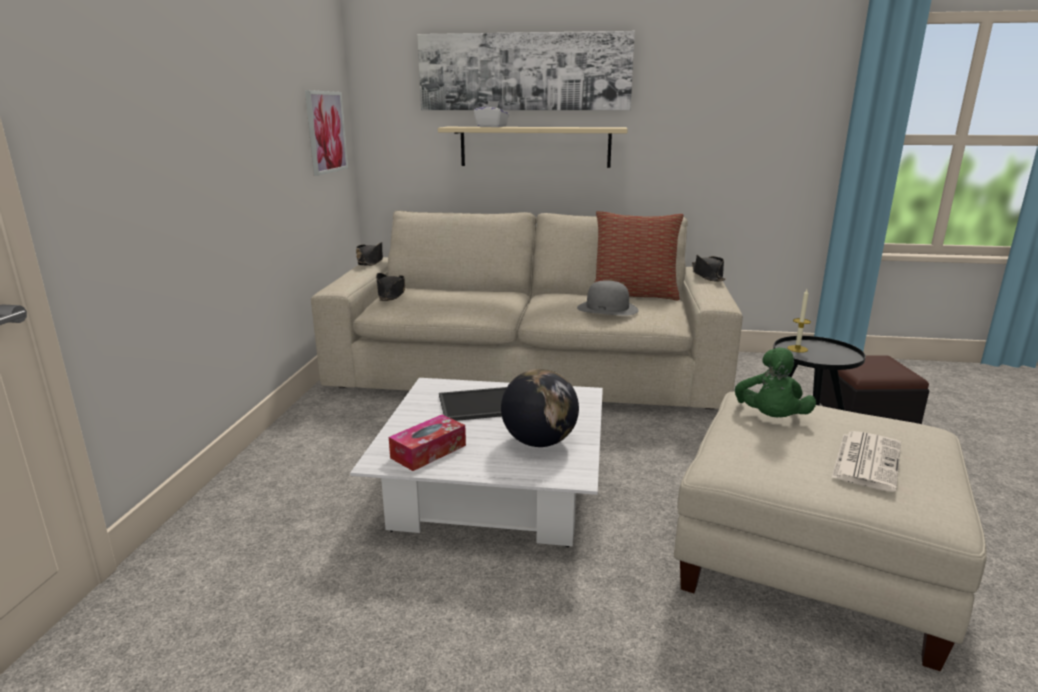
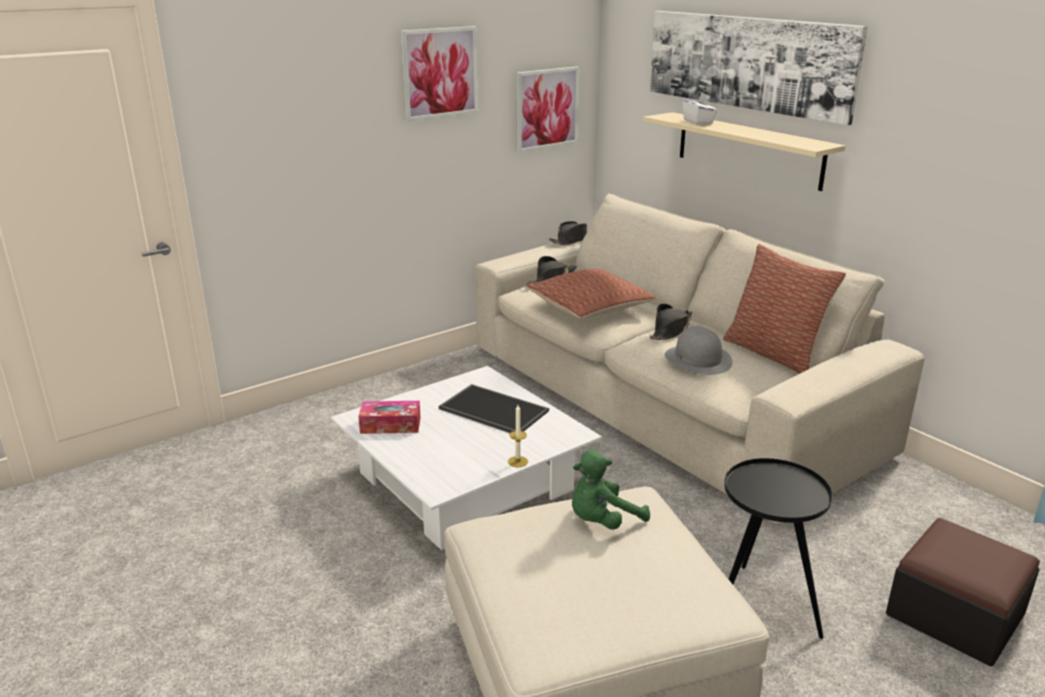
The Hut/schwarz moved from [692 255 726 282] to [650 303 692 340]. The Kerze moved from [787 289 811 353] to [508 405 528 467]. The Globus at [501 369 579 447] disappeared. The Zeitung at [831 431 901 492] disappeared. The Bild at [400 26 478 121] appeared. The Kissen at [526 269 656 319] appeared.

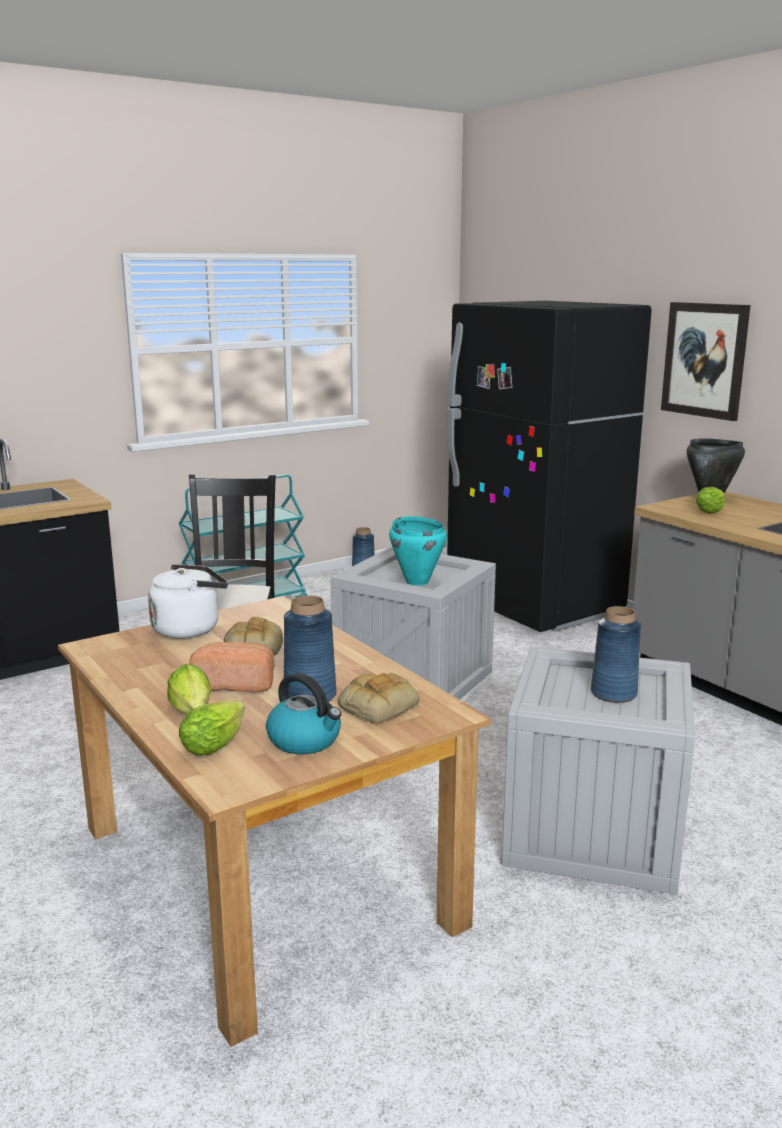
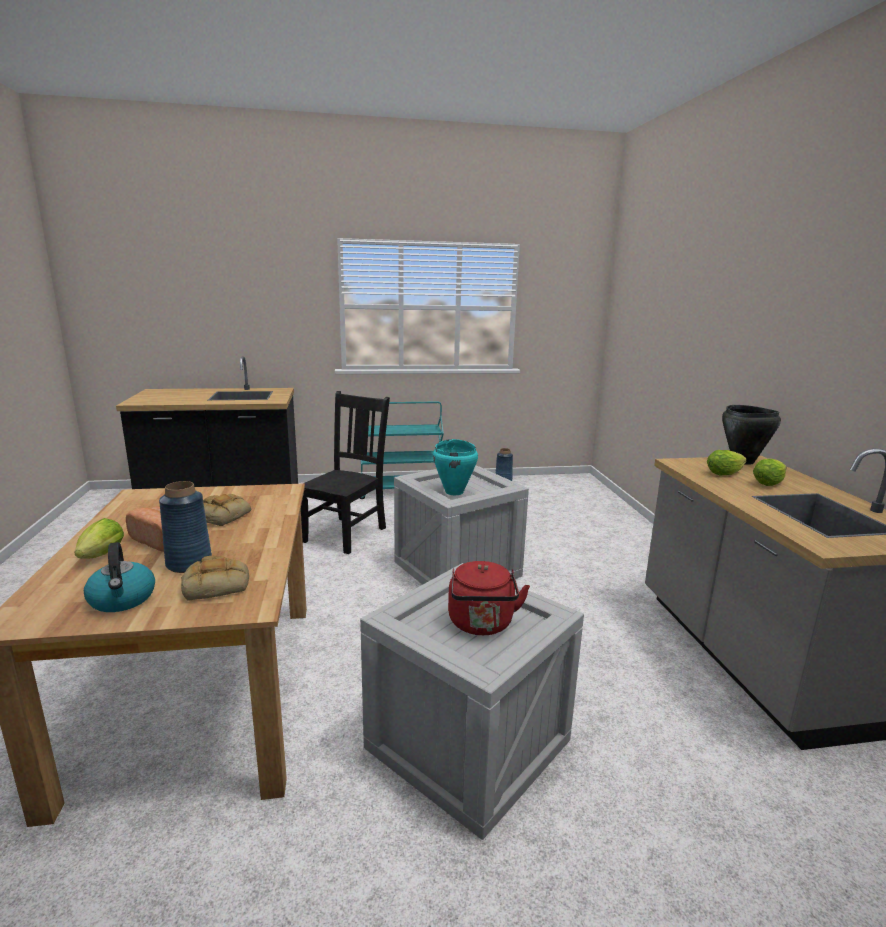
The Kühlschrank/schwarz at [447 301 652 632] disappeared. The Bild at [661 302 751 421] disappeared. The Wasserkessel/weiß at [148 564 228 639] disappeared. The Vase/blau at [591 606 641 703] was replaced by the Wasserkessel/rot at [448 561 530 635]. The Salatkopf moved from [179 701 245 756] to [753 459 786 486].

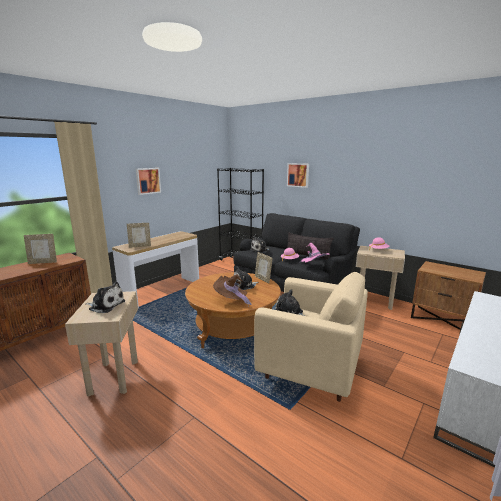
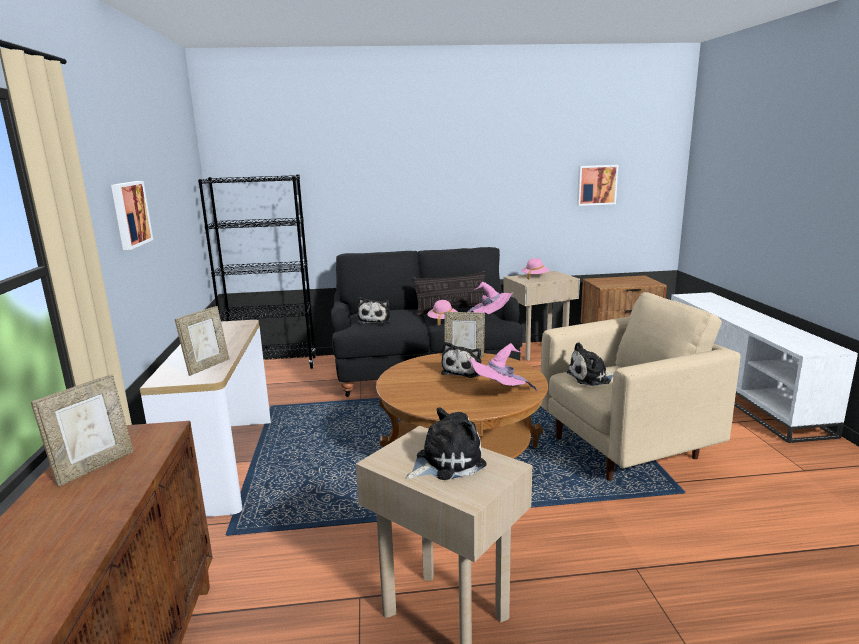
The Bild moved from [287 163 309 188] to [577 165 618 206]. The Hut/braun at [213 274 252 307] became the Hut/rosa at [469 343 537 391].

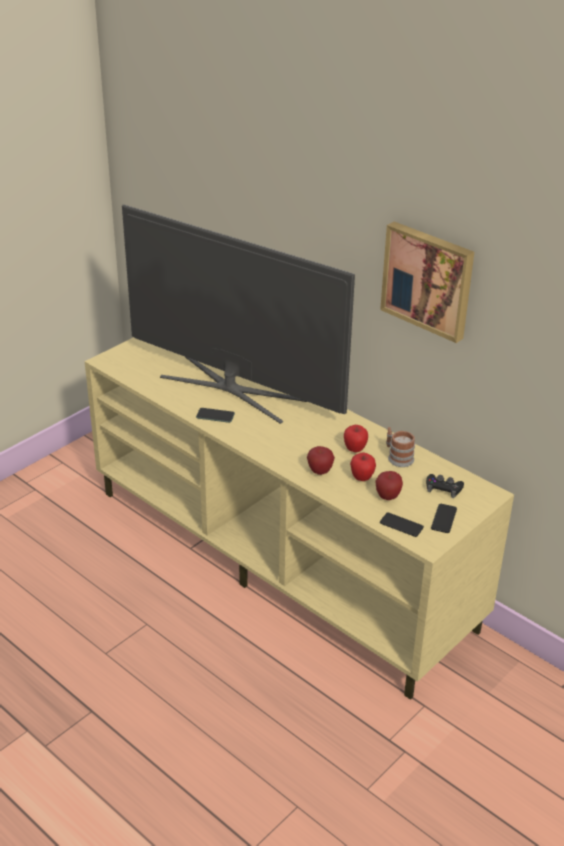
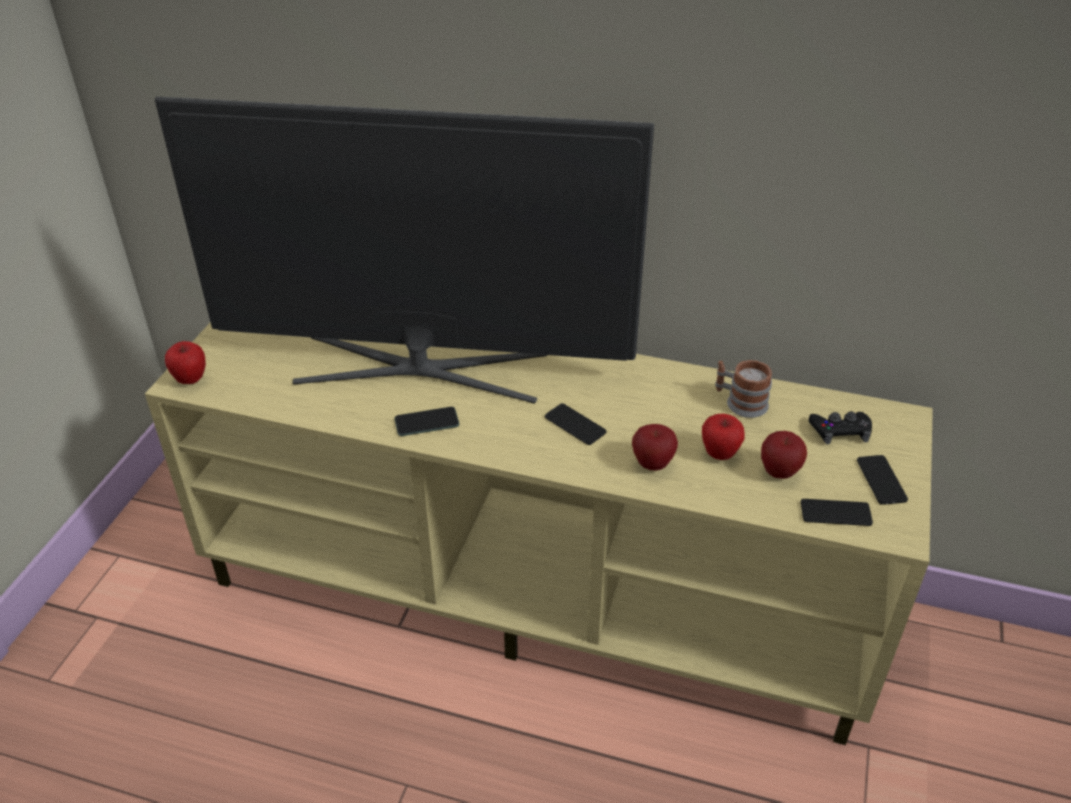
The Bild at [380 222 474 343] disappeared. The Apfel moved from [344 425 368 452] to [165 341 206 384]. The Handy at [545 403 606 445] appeared.

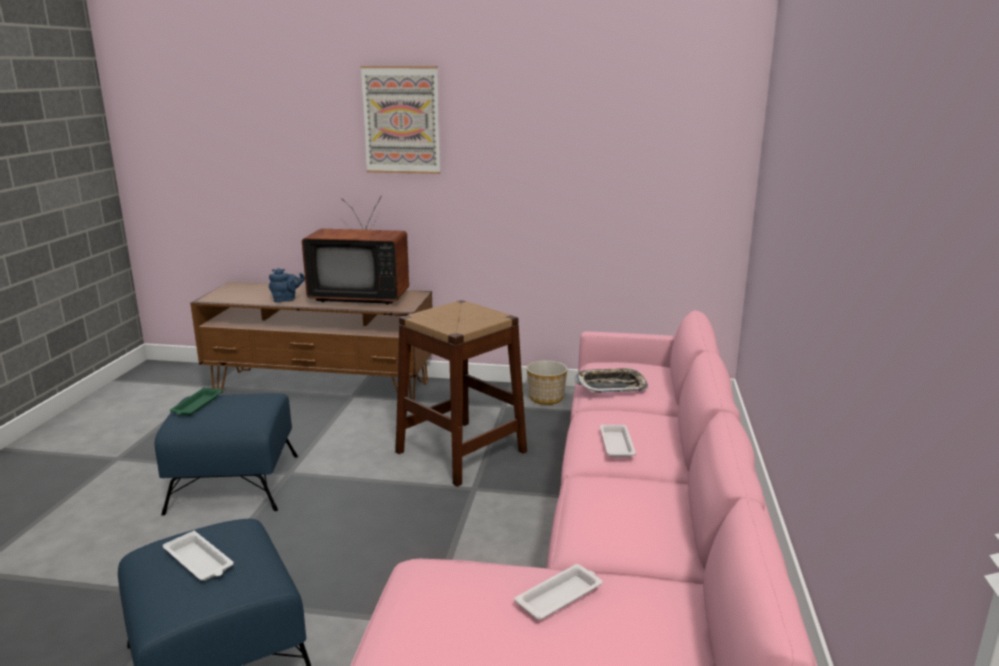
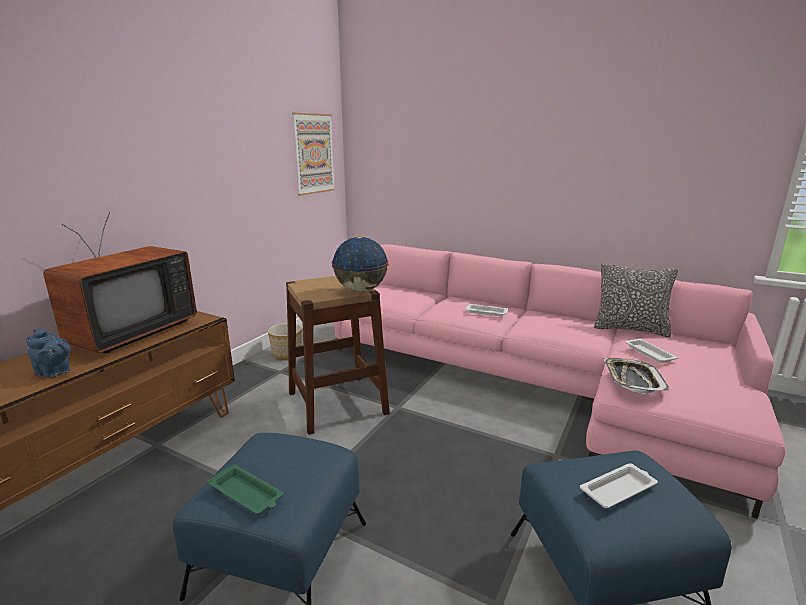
The Bild moved from [360 66 440 174] to [292 113 335 196]. The Teekanne/blau at [269 268 305 302] turned 105 degrees clockwise. The Tablett moved from [574 368 648 392] to [604 358 669 394]. The Globus at [331 237 389 292] appeared. The Kissen at [594 263 678 337] appeared.

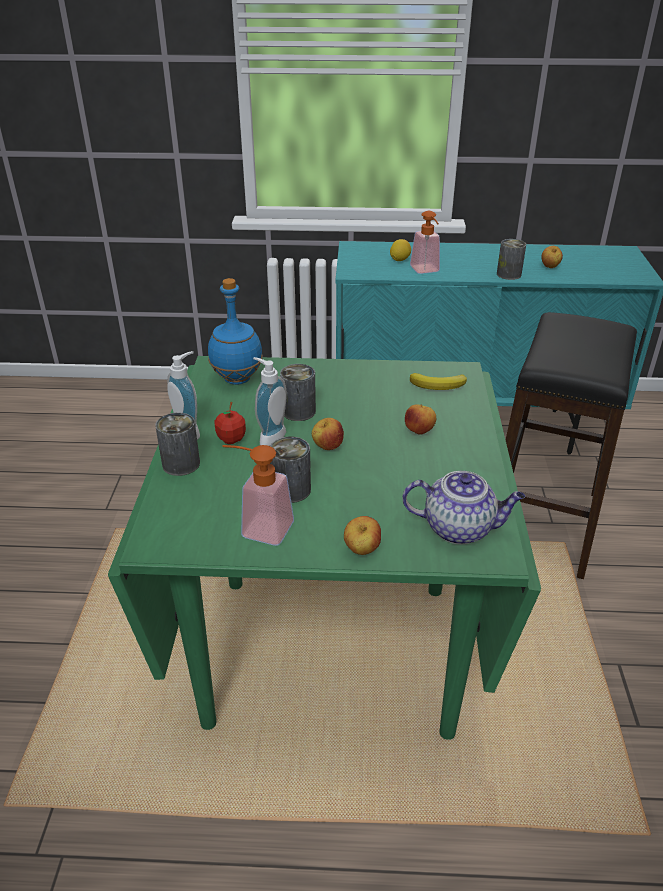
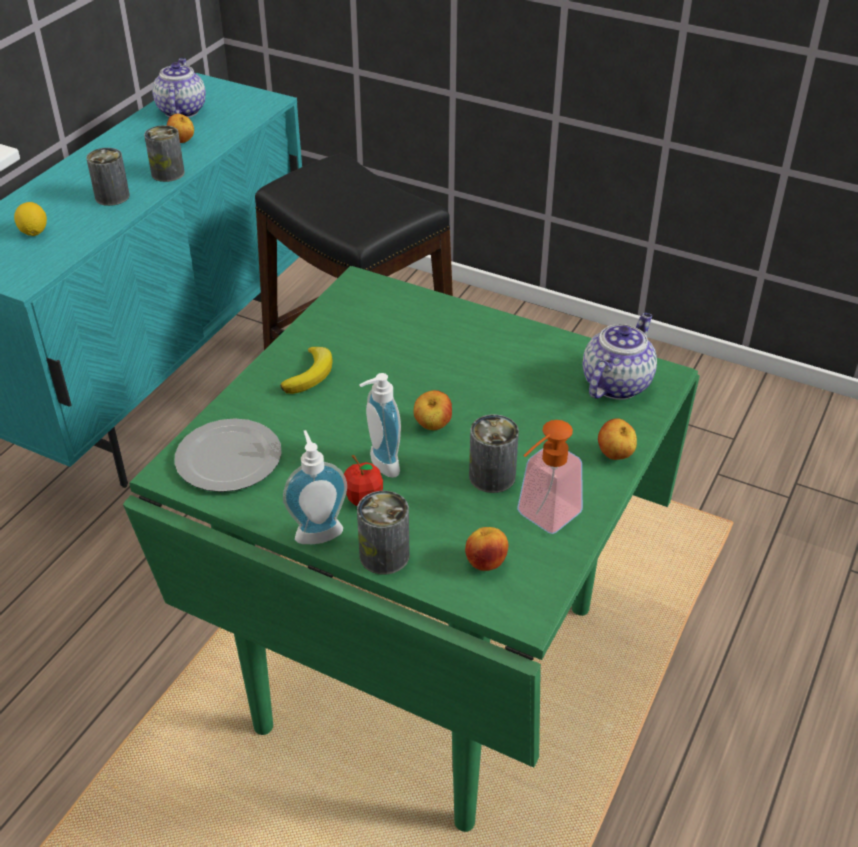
The Seifenspender at [410 211 440 274] disappeared. The Flasche/blau at [208 278 263 385] was replaced by the Teller at [174 418 281 492]. The Dose moved from [280 364 316 421] to [86 148 130 206]. The Banane moved from [410 373 467 390] to [280 347 333 394]. The Apfel moved from [405 404 436 435] to [465 527 508 571]. The Teekanne at [152 58 206 118] appeared.

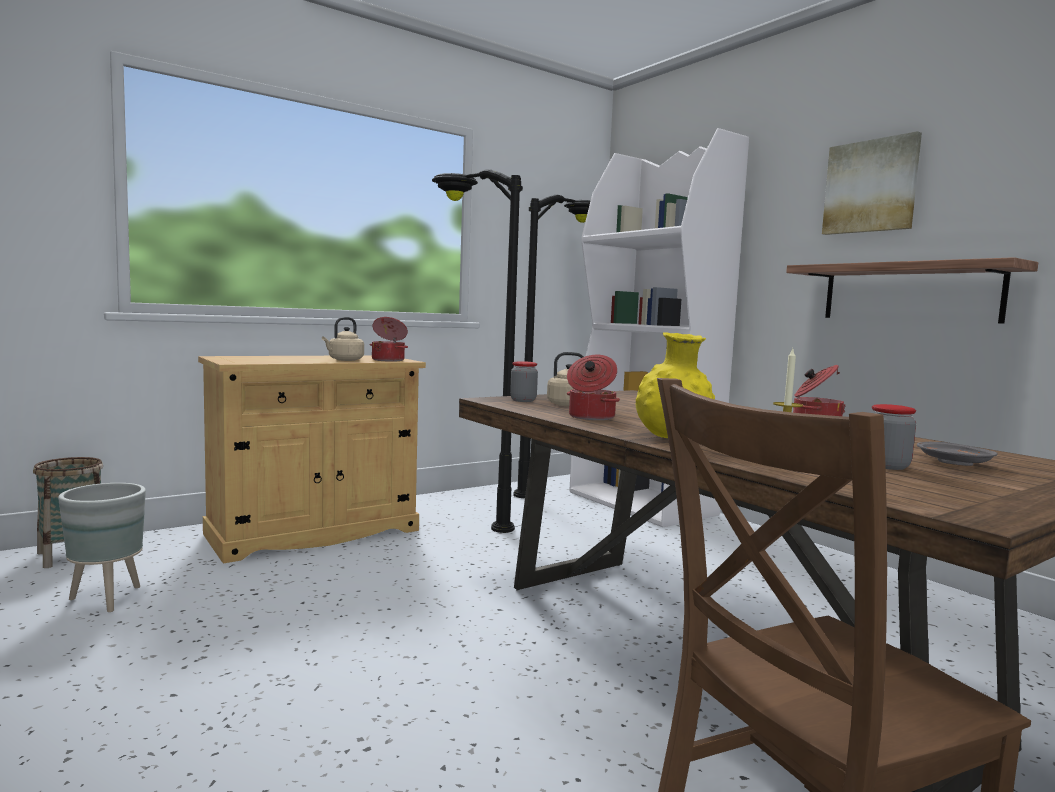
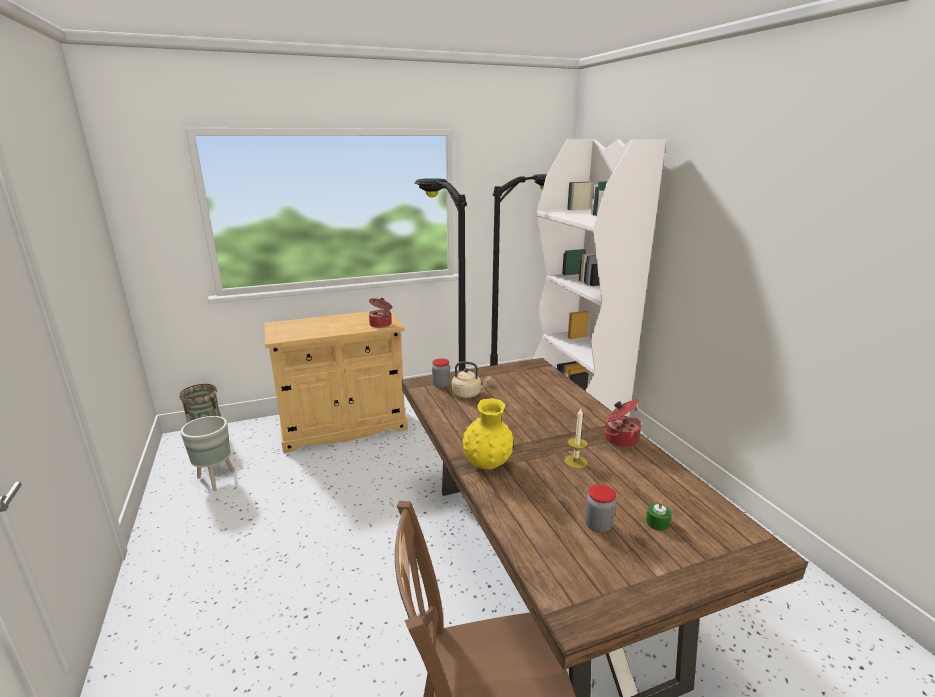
The Bild at [822 131 922 235] disappeared. The Wandregal at [786 257 1038 324] disappeared. The Wasserkessel/beige at [322 317 364 361] disappeared. The Kochtopf at [567 355 620 420] disappeared. The Teller/grau at [917 442 998 466] was replaced by the Kerze/grün at [646 501 672 531].

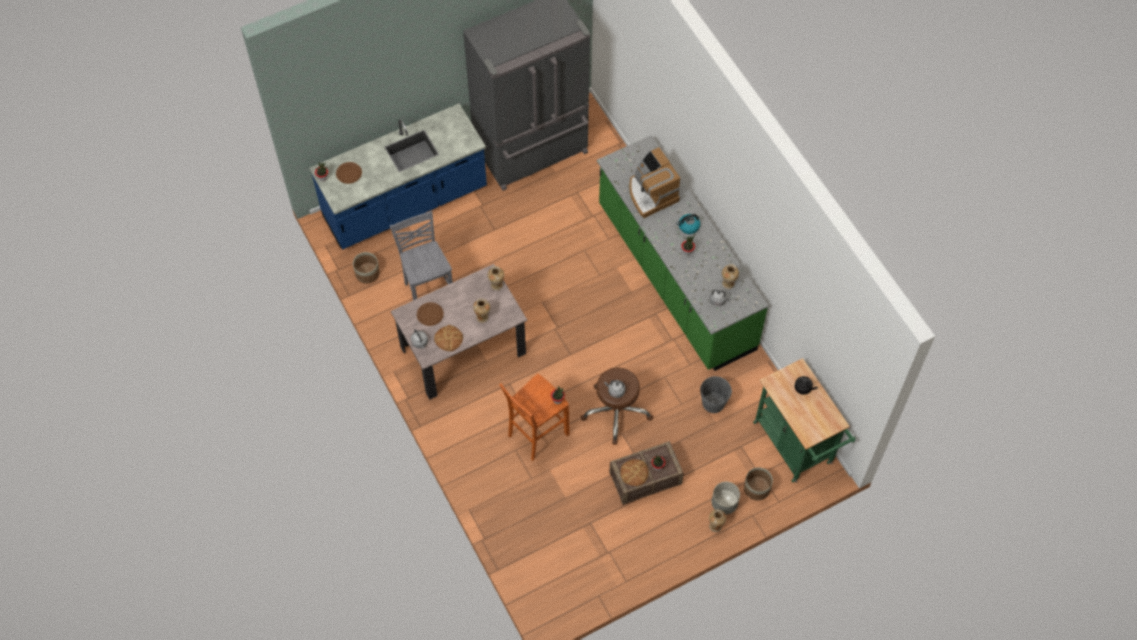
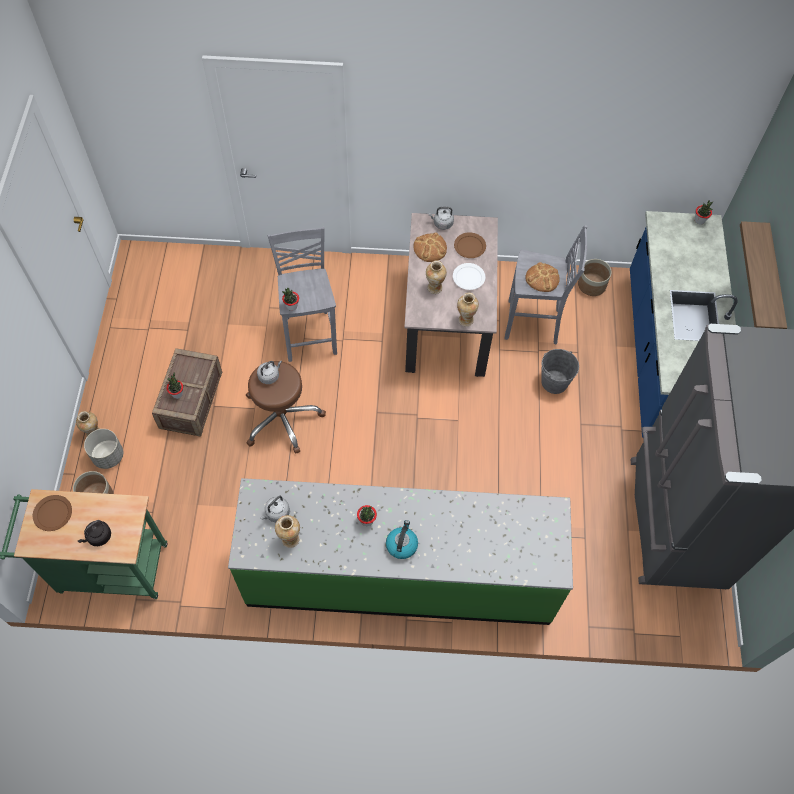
The Kaffeemaschine at [629 147 680 218] disappeared. The Teller/braun moved from [336 162 362 184] to [33 495 72 531]. The Hocker/orange at [499 374 570 461] became the Hocker/grau at [267 227 337 362]. The Eimer/grau moved from [700 376 732 413] to [541 349 579 394]. The Brot moved from [620 459 649 486] to [525 262 560 292]. The Wandregal at [740 221 787 329] appeared. The Teller/weiß at [453 263 485 290] appeared.

